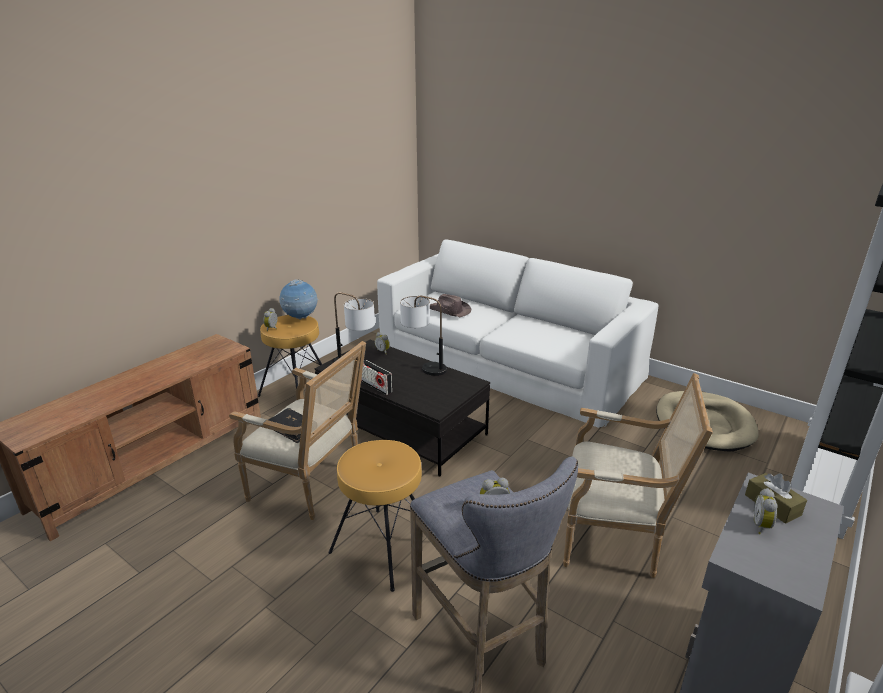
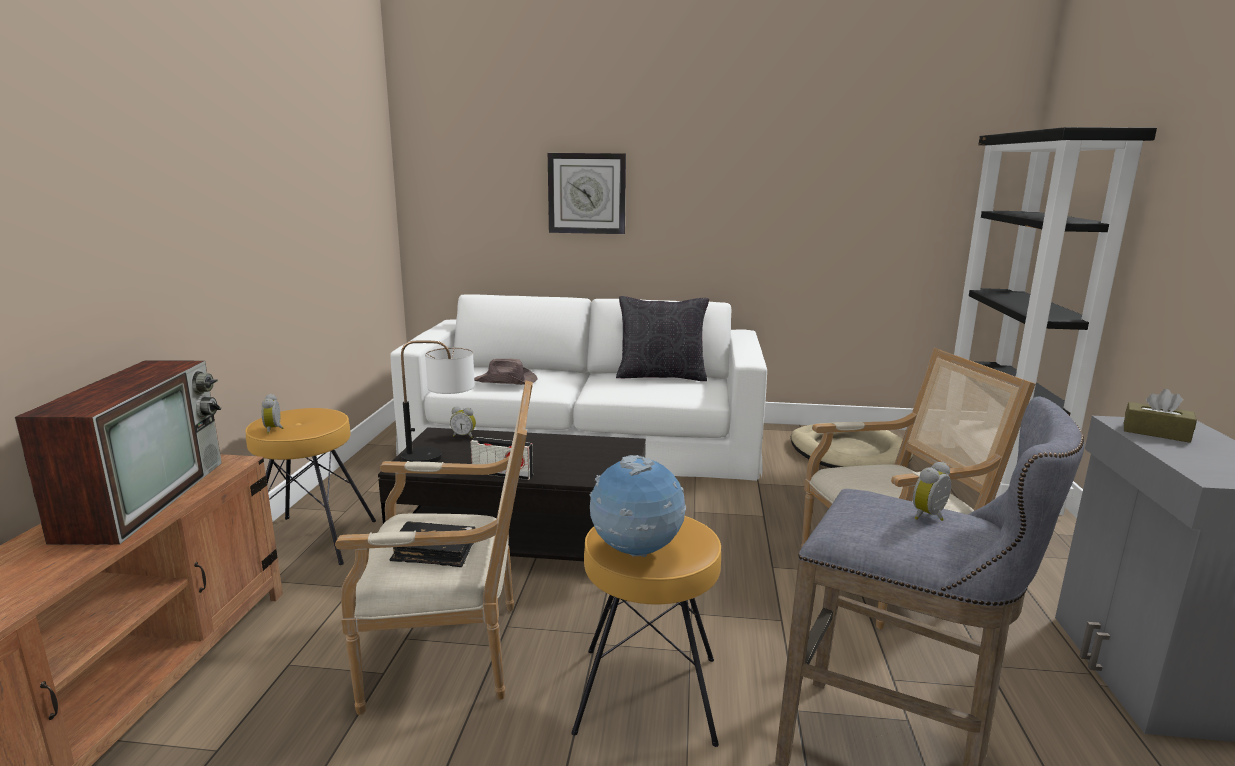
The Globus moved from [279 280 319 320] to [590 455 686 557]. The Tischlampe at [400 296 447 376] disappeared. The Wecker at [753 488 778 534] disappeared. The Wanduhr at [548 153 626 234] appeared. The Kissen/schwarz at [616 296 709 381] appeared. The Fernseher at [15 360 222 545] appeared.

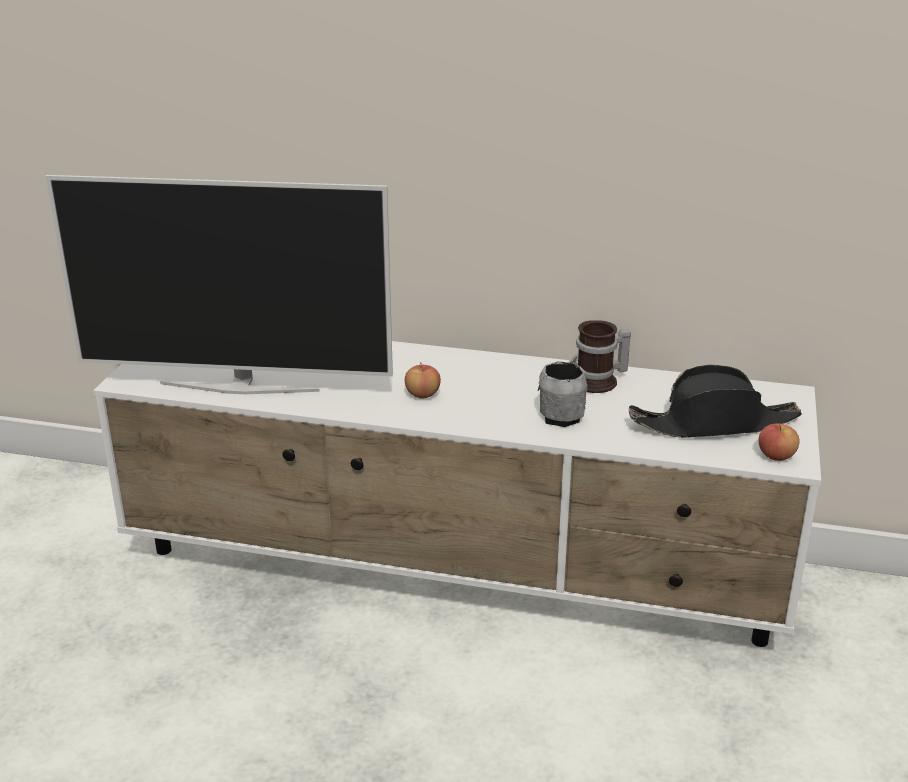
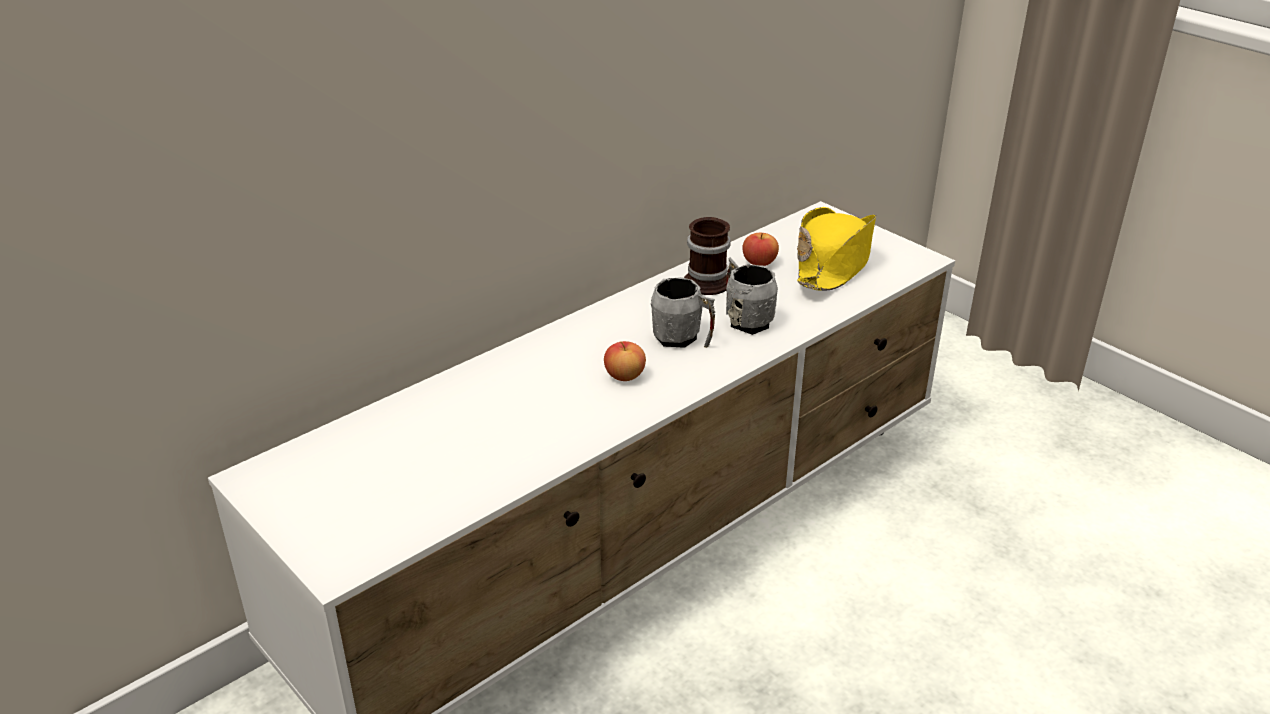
The Fernseher at [45 175 393 394] disappeared. The Hut/schwarz at [629 365 802 438] became the Hut/gelb at [797 207 876 291]. The Apfel moved from [759 423 800 461] to [742 233 779 266]. The Henkelbecher/grau at [650 277 715 348] appeared.

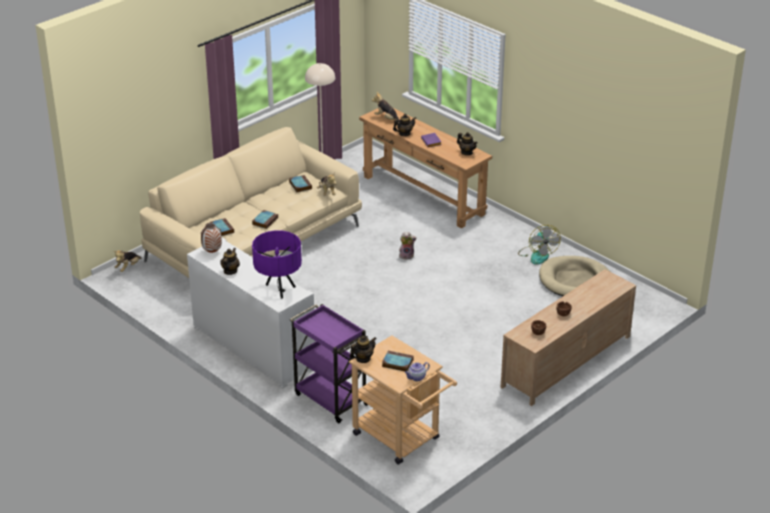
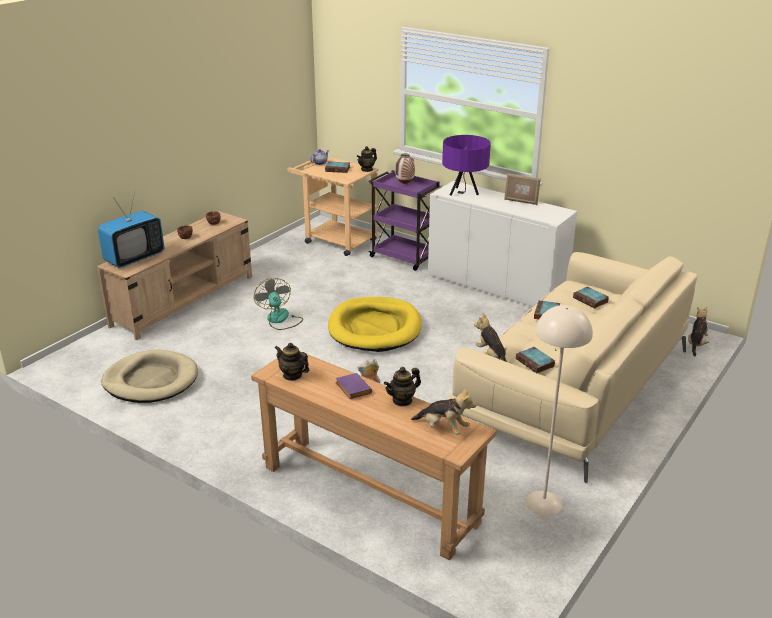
The Vase moved from [201 223 222 253] to [395 153 415 184]. The Ventilator moved from [518 225 561 265] to [254 278 303 330]. The Teekanne at [220 248 240 275] was replaced by the Bilderrahmen at [504 173 541 205]. The Fernseher at [98 192 164 268] appeared. The Hundebett/gelb at [328 297 422 352] appeared.

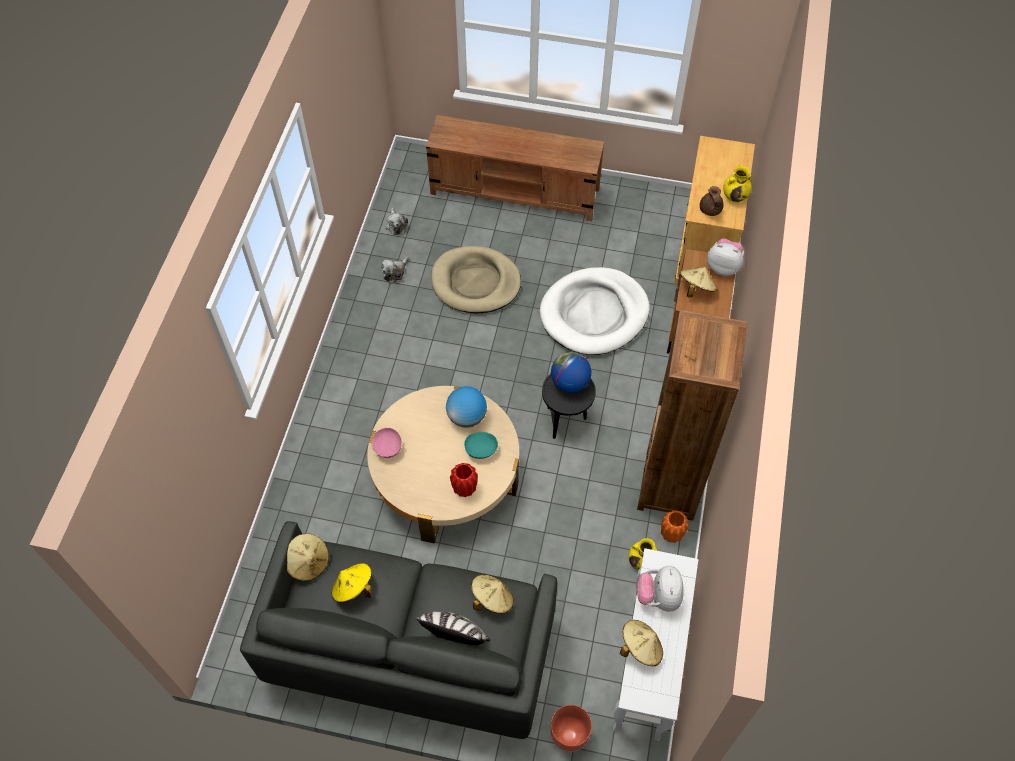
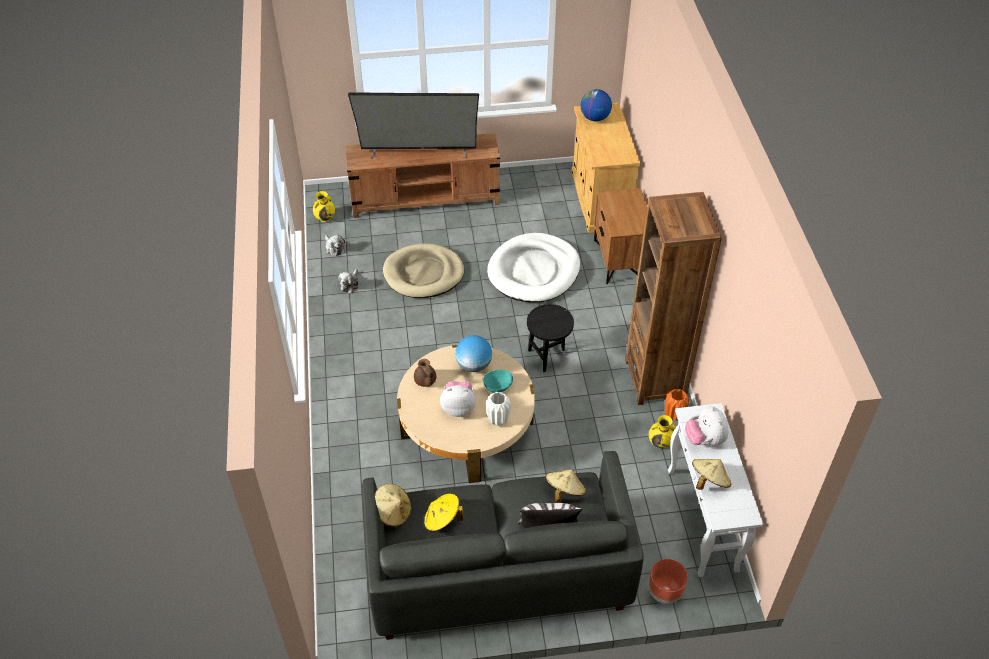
The Vase/gelb moved from [723 165 752 203] to [313 191 335 222]. The Teekanne/braun moved from [700 186 723 216] to [414 359 436 387]. The Plüschtier moved from [707 238 744 276] to [440 381 476 417]. The Hut/beige at [680 267 718 298] disappeared. The Globus moved from [551 352 591 393] to [580 89 612 121]. The Schüssel/rosa at [372 428 402 458] disappeared. The Vase/rot at [450 463 478 497] became the Vase/weiß at [486 392 511 426]. The Fernseher at [348 92 479 159] appeared.

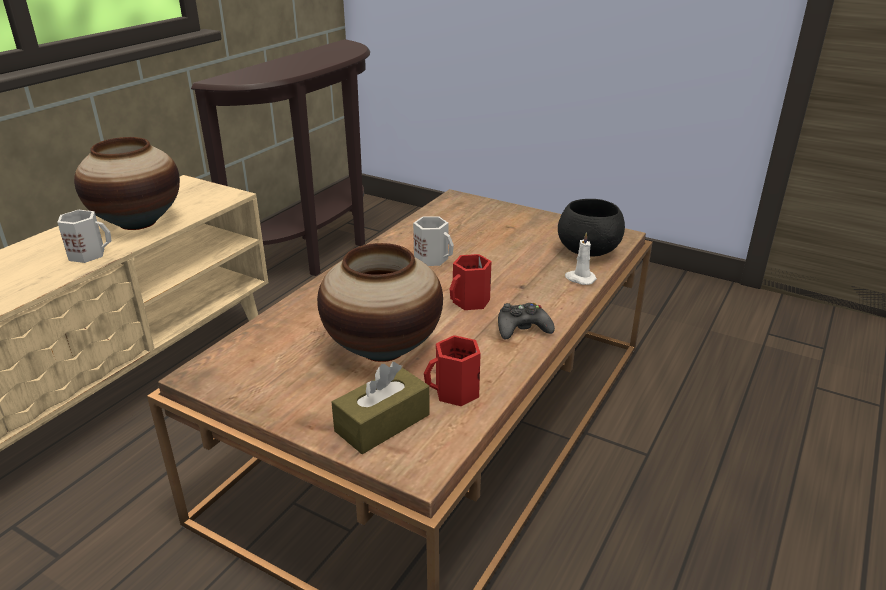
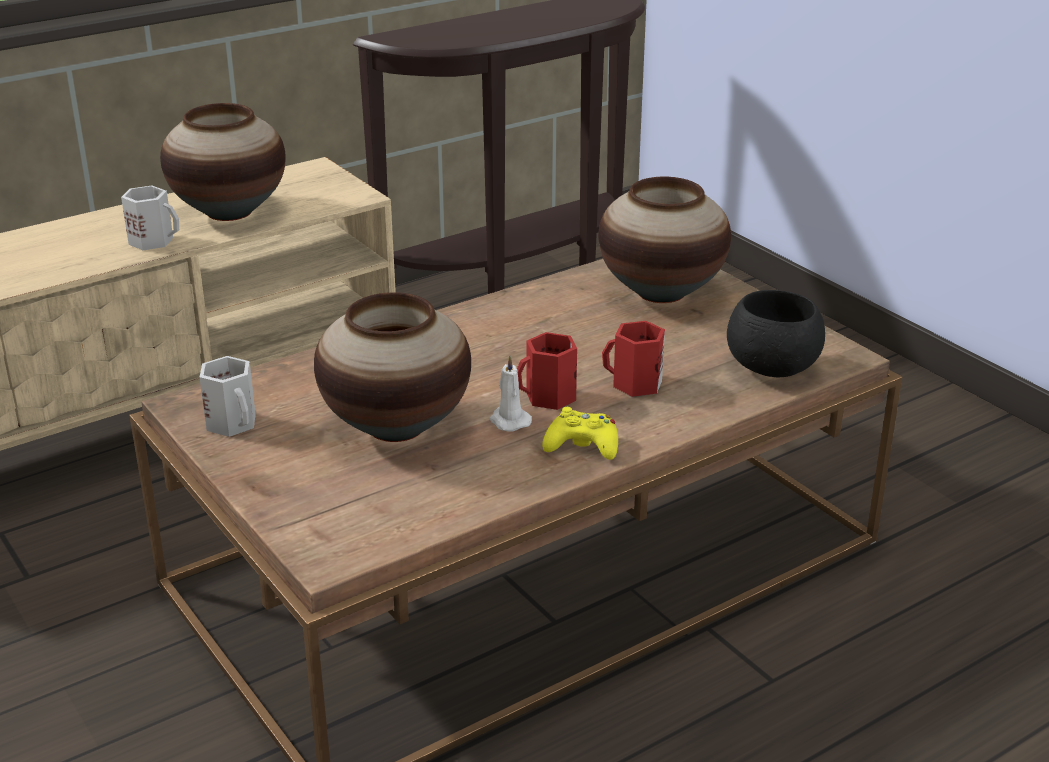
The Henkelbecher/weiß moved from [413 217 454 266] to [200 356 256 437]. The Kerze/weiß moved from [565 232 597 285] to [490 355 532 431]. The Gamepad/schwarz at [498 303 555 339] became the Gamepad/gelb at [542 407 618 460]. The Henkelbecher/rot moved from [424 335 481 406] to [602 321 665 397]. The Taschentuchbox/braun at [332 362 430 454] disappeared. The Vase at [598 177 731 303] appeared.

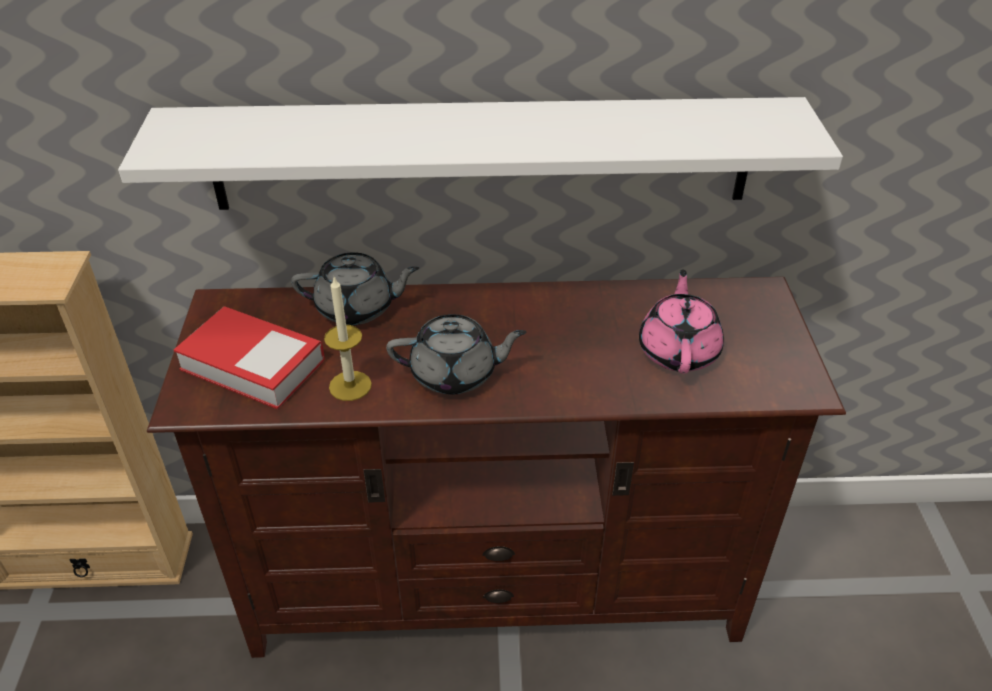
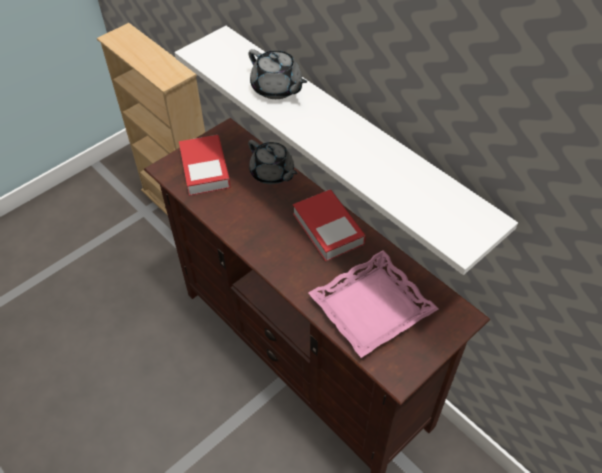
The Teekanne/rosa at [639 269 724 374] was replaced by the Tablett/rosa at [308 250 438 358]. The Kerze at [324 277 372 401] disappeared. The Teekanne/grau moved from [386 314 526 395] to [248 49 307 99]. The Buch at [293 190 366 262] appeared.

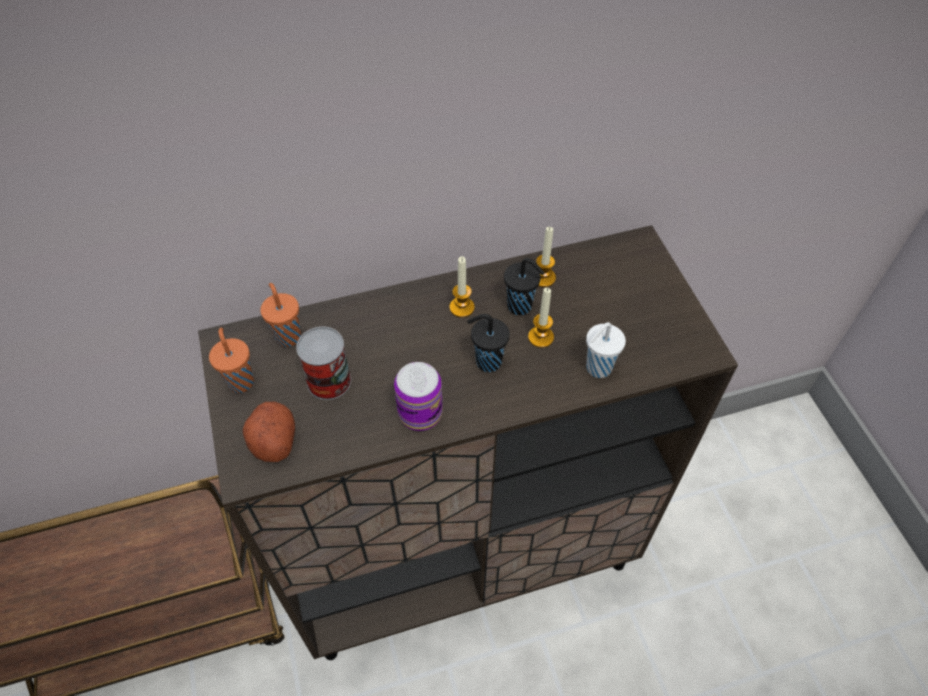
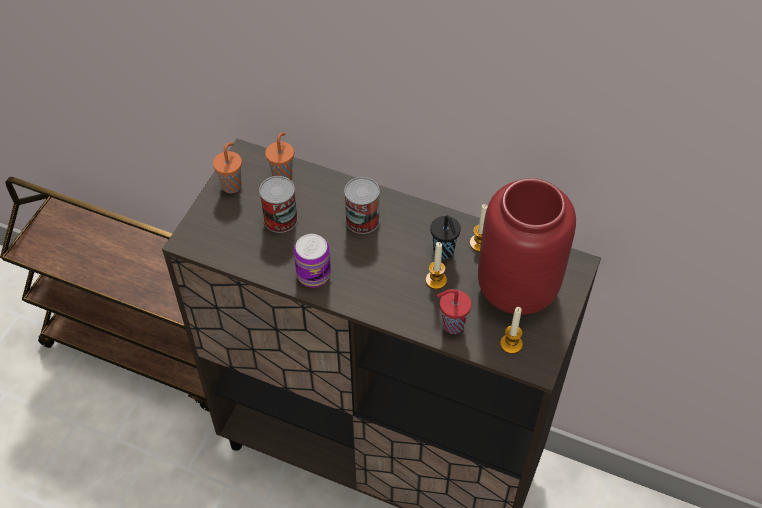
The Kerze moved from [449 256 475 318] to [500 307 523 354]. The Tasse/schwarz at [467 314 510 372] disappeared. The Tasse/weiß at [586 322 626 378] became the Tasse/rot at [437 289 472 334]. The Kartoffel at [243 402 295 462] disappeared. The Dose at [344 177 380 234] appeared. The Vase/rot at [478 178 576 315] appeared.

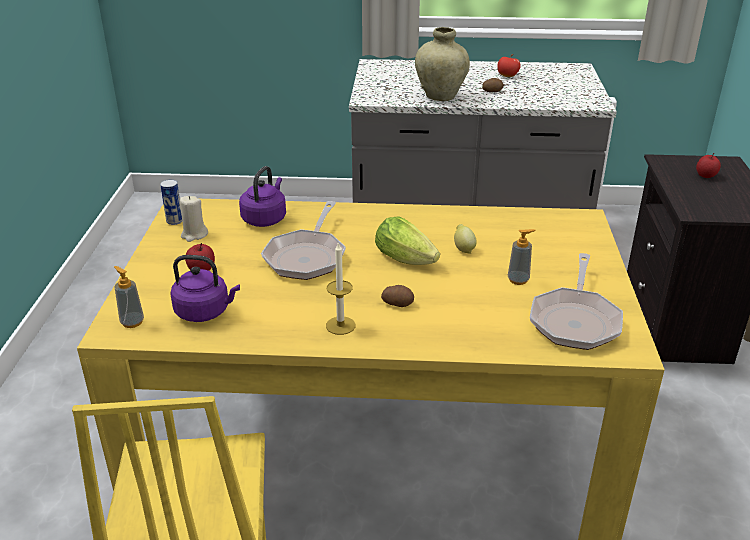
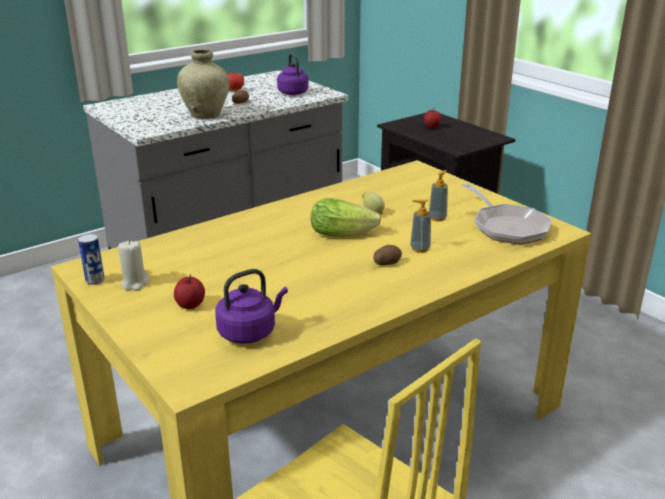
The Wasserkessel/lila moved from [239 166 286 227] to [277 53 309 95]. The Pfanne at [261 201 346 280] disappeared. The Kerze at [326 242 355 335] disappeared. The Seifenspender moved from [114 266 144 328] to [410 199 431 253].

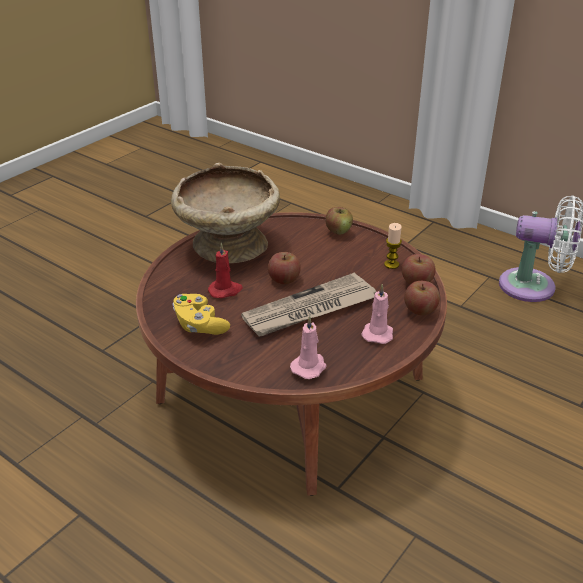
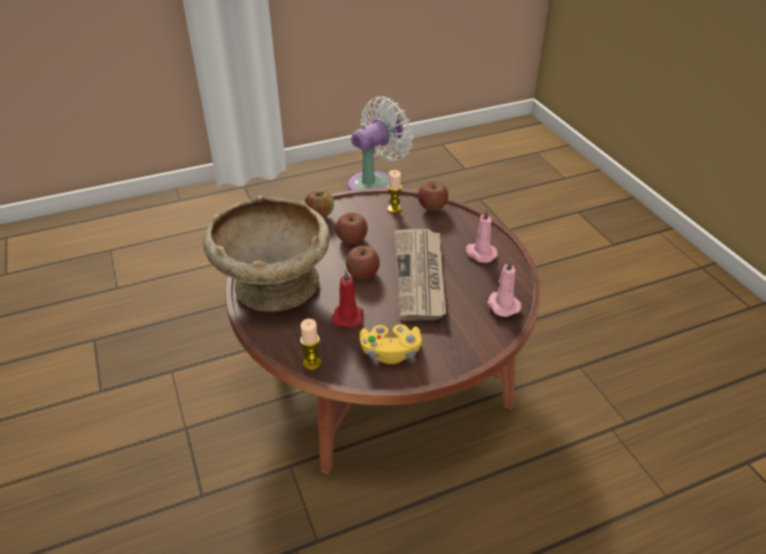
The Apfel moved from [404 281 440 315] to [336 213 368 244]. The Kerze at [300 319 322 371] appeared.

